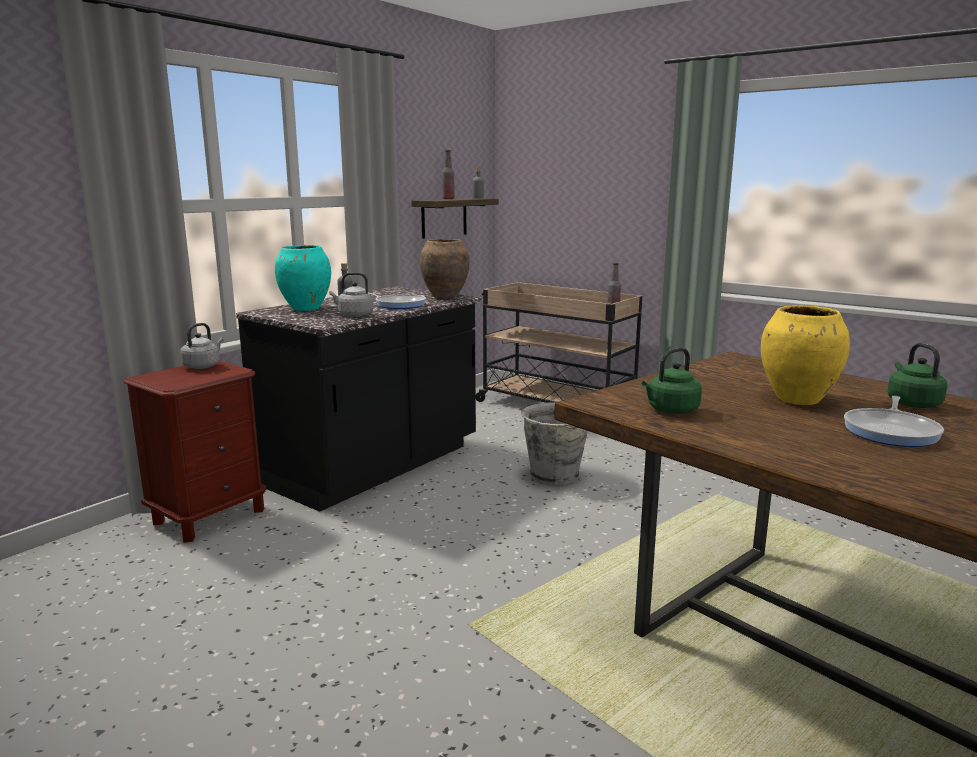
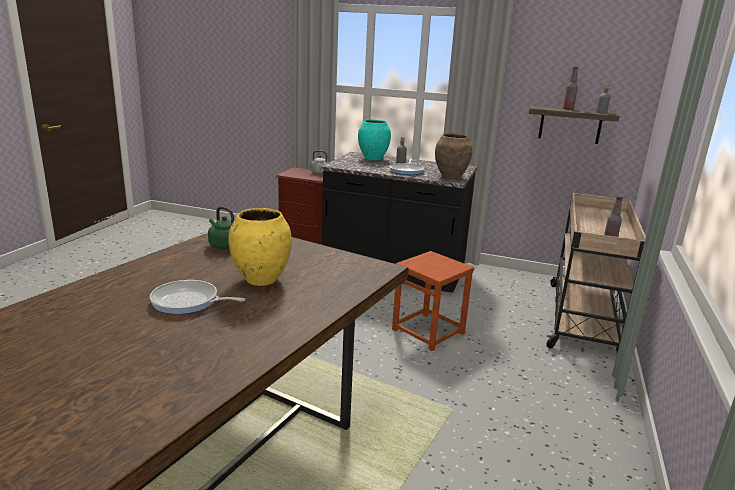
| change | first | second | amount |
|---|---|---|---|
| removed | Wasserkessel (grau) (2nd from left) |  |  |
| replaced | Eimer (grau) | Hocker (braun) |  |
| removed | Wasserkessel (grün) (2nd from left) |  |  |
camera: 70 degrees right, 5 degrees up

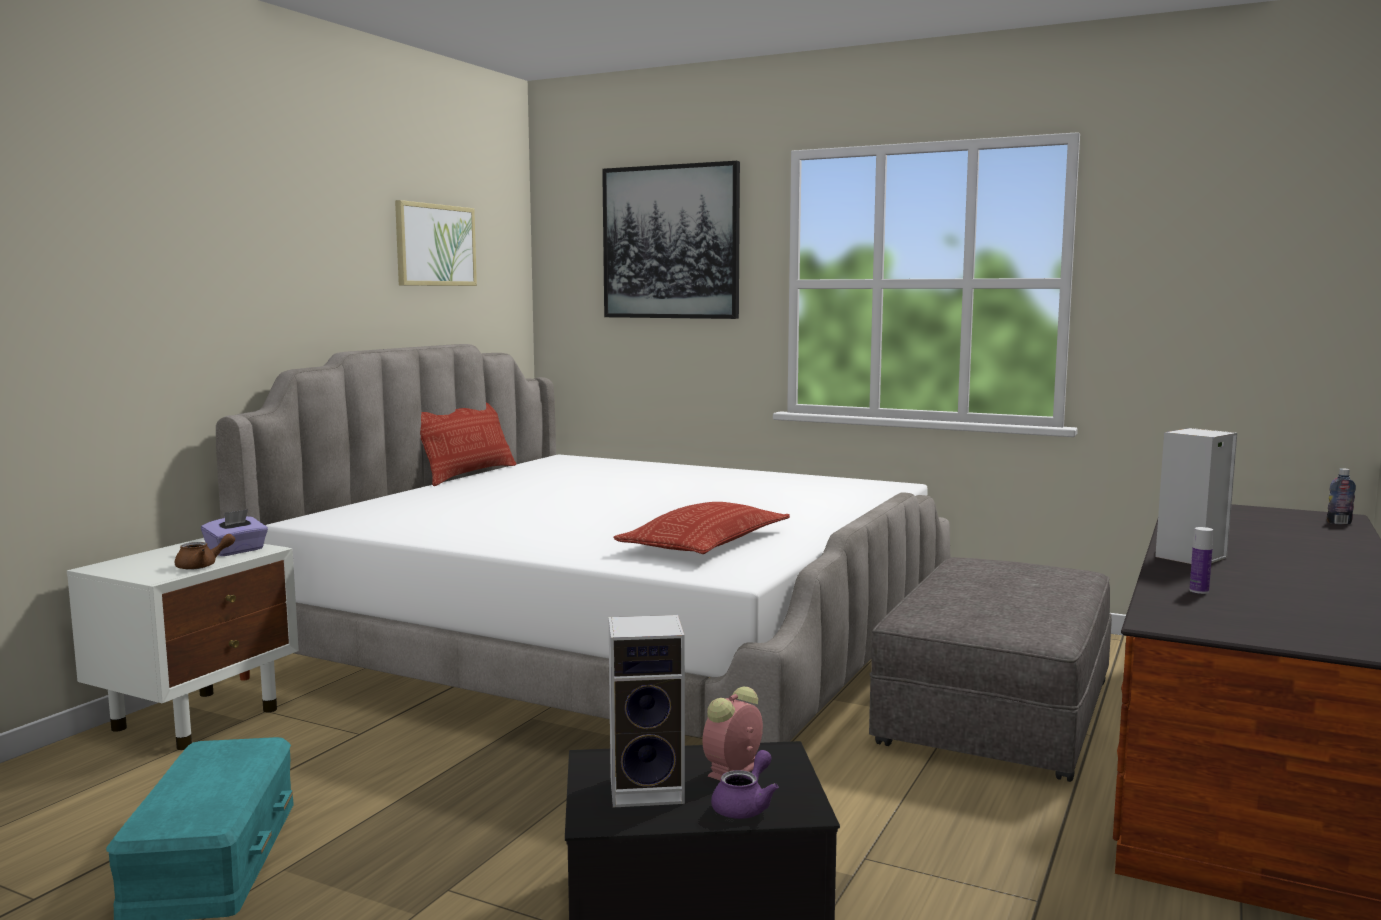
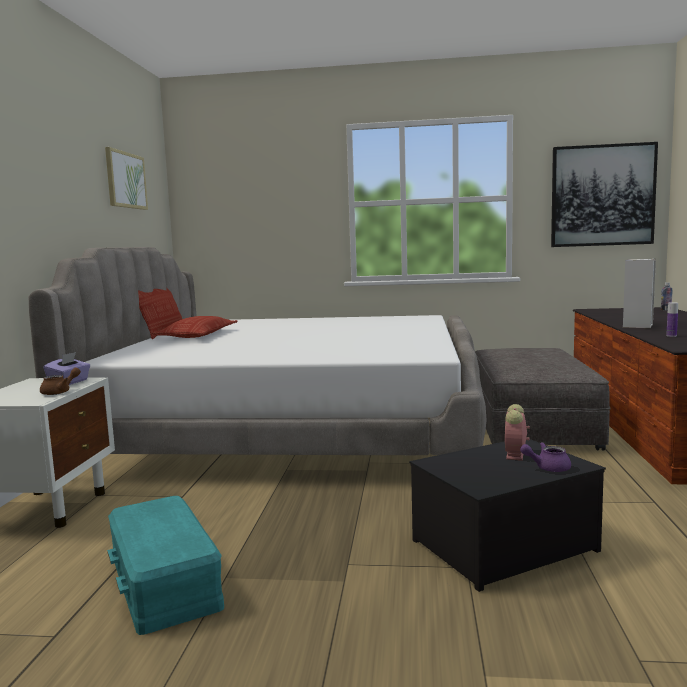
| change | first | second | amount |
|---|---|---|---|
| moved | Bild (2nd from left) |  |  |
| removed | Lautsprecher (1st from left) |  |  |
| moved | Kissen (2nd from left) |  |  |
| turned | Teekanne (lila) |  | 105 degrees counterclockwise |
camera: 20 degrees left, 0 degrees up

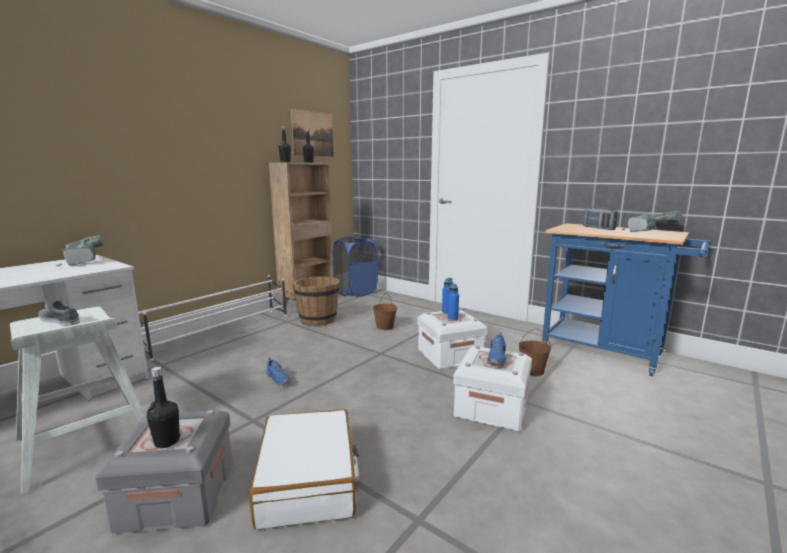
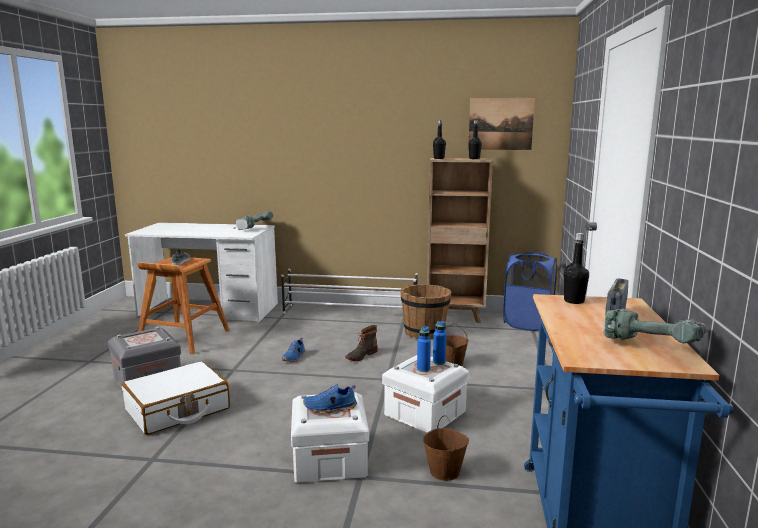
| change | first | second | amount |
|---|---|---|---|
| recoloured | Hocker (weiß) | Hocker (braun) |  |
| moved | Flasche (schwarz) (1st from left in the first image) | Flasche (schwarz) (3rd from left) |  |
| added |  | Stiefel |  |
camera: 60 degrees right, 0 degrees up

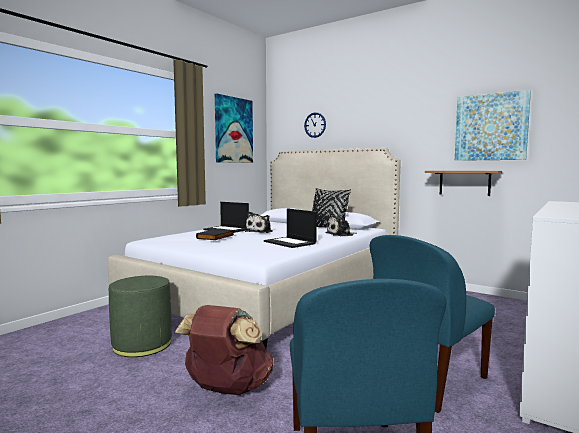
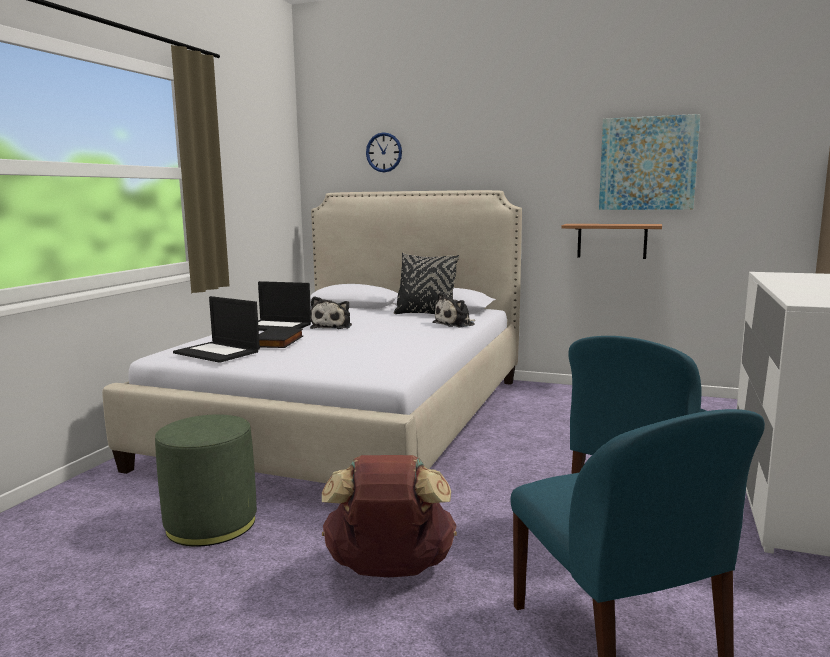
| change | first | second | amount |
|---|---|---|---|
| removed | Bild (1st from left) |  |  |
| moved | Laptop (2nd from left in the first image) | Laptop (1st from left) |  |
camera: 15 degrees left, 5 degrees up

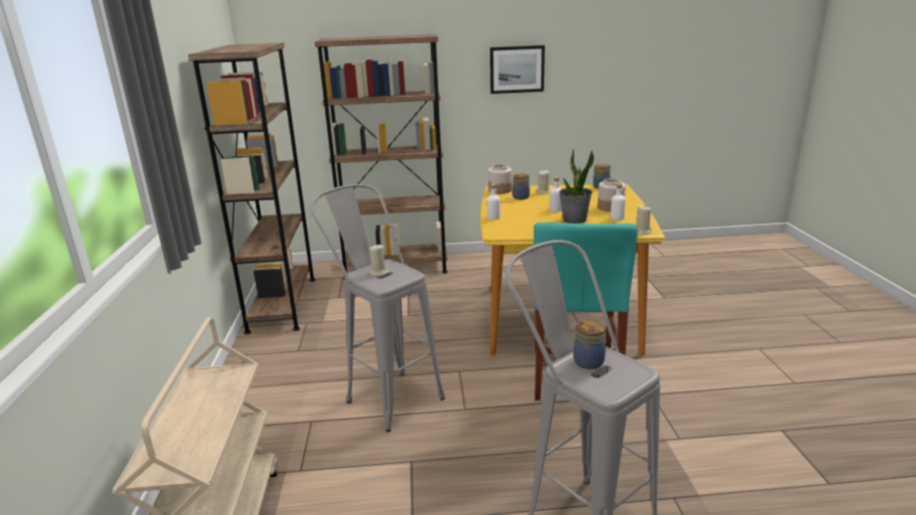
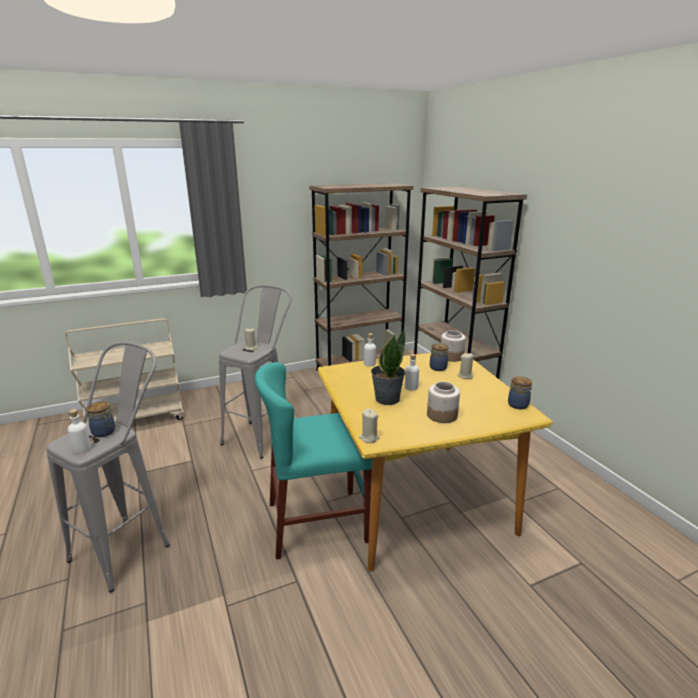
| change | first | second | amount |
|---|---|---|---|
| removed | Bild |  |  |
| moved | Flasche (weiß) (3rd from left in the first image) | Flasche (weiß) (1st from left) |  |
camera: 70 degrees right, 0 degrees up

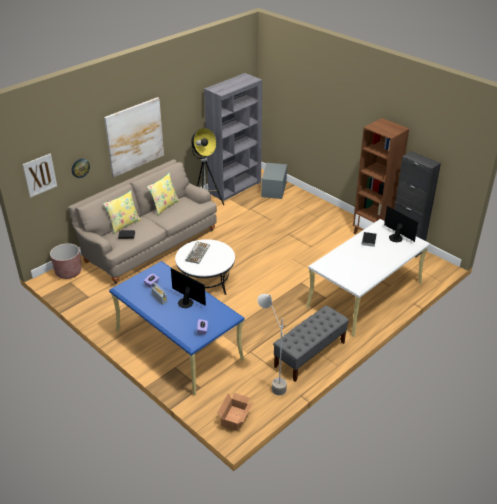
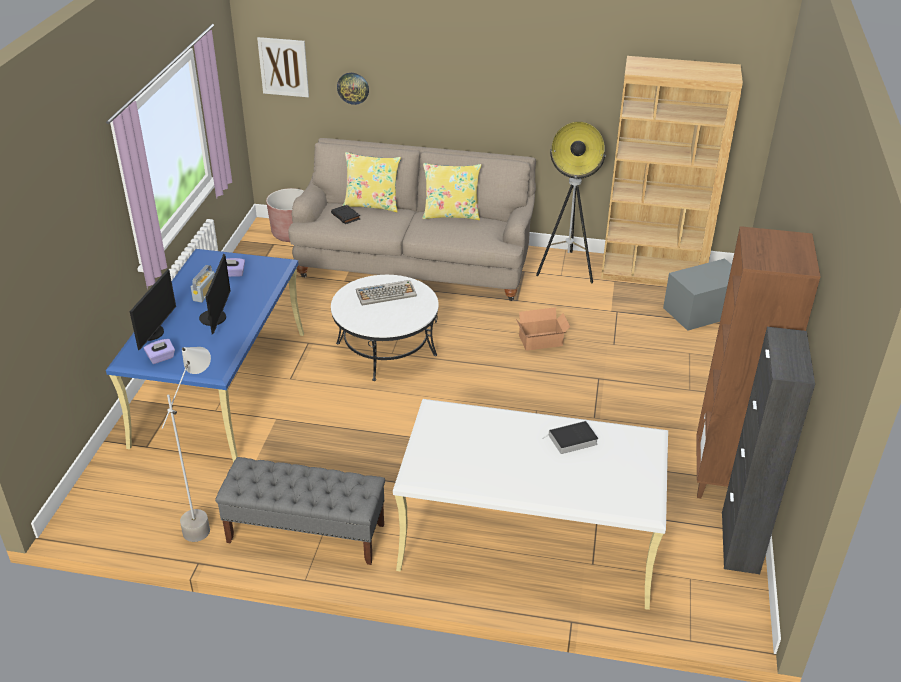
| change | first | second | amount |
|---|---|---|---|
| removed | Bild (2nd from left) |  |  |
| recoloured | Bücherregal (grau) | Bücherregal (braun) (1st from left) |  |
| moved | Karton |  |  |
| moved | Monitor (2nd from left in the first image) | Monitor (1st from left) |  |
camera: 55 degrees right, 0 degrees up

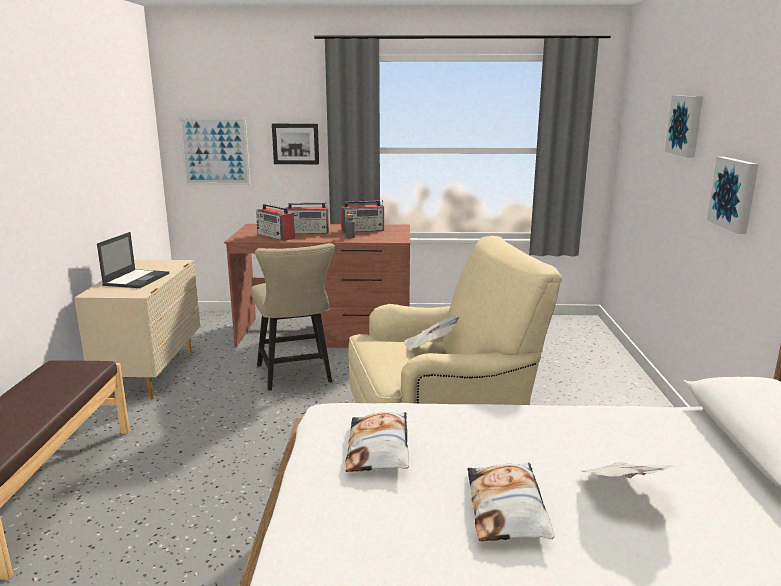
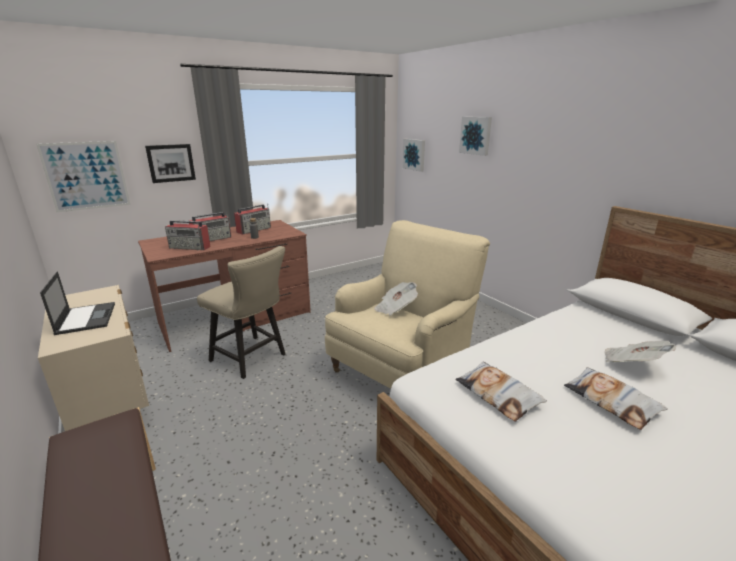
| change | first | second | amount |
|---|---|---|---|
| moved | Bild (4th from left in the first image) | Bild (3rd from left) |  |
camera: 35 degrees left, 5 degrees up

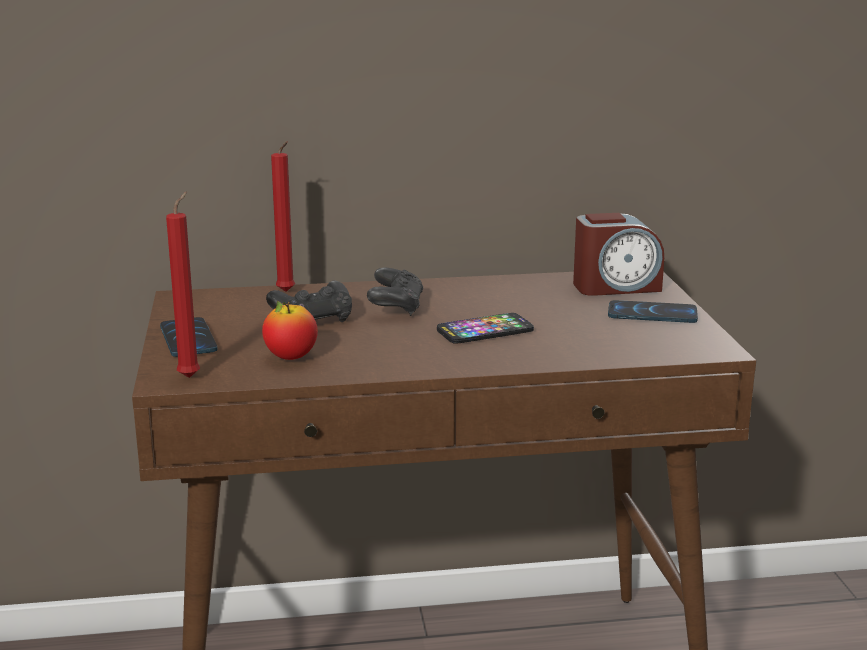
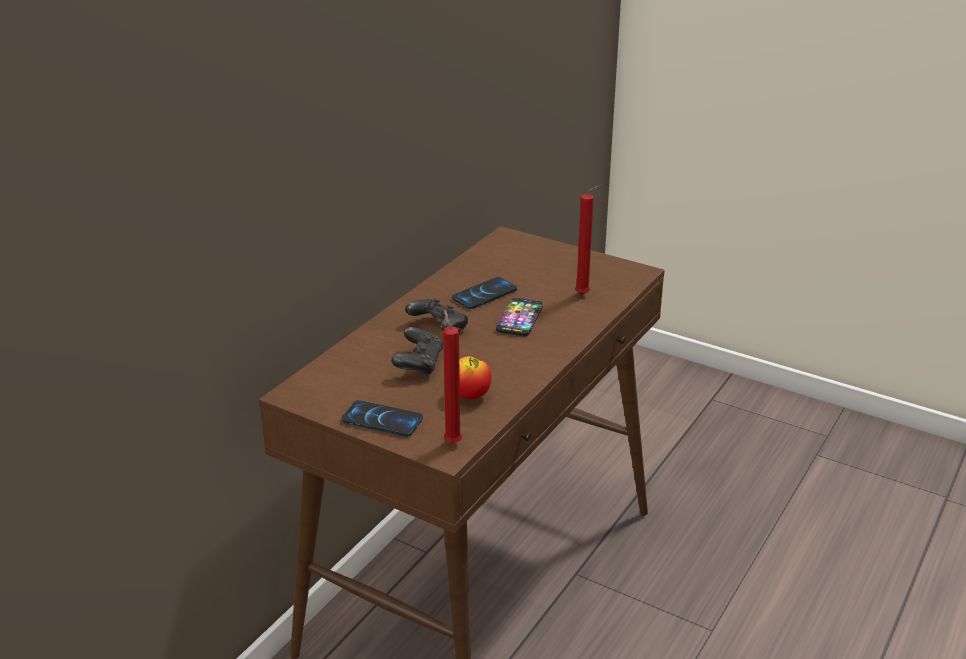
| change | first | second | amount |
|---|---|---|---|
| moved | Kerze (rot) (2nd from left) |  |  |
| removed | Wecker |  |  |
| moved | Handy (3rd from left in the first image) | Handy (2nd from left) |  |
camera: 50 degrees left, 10 degrees up

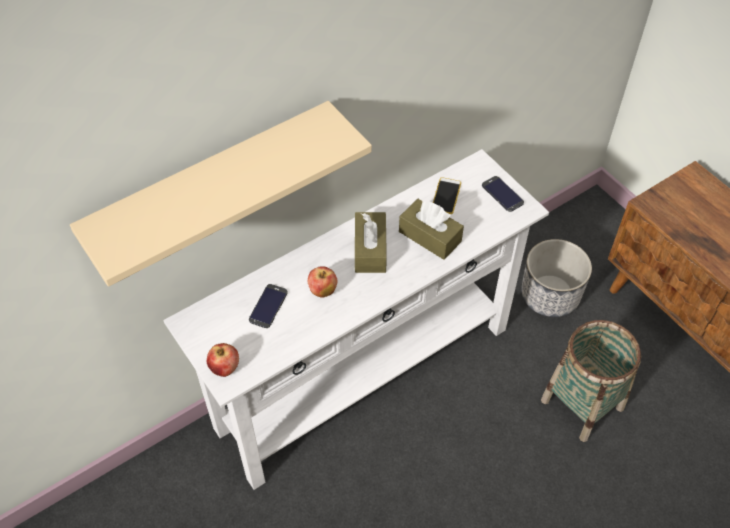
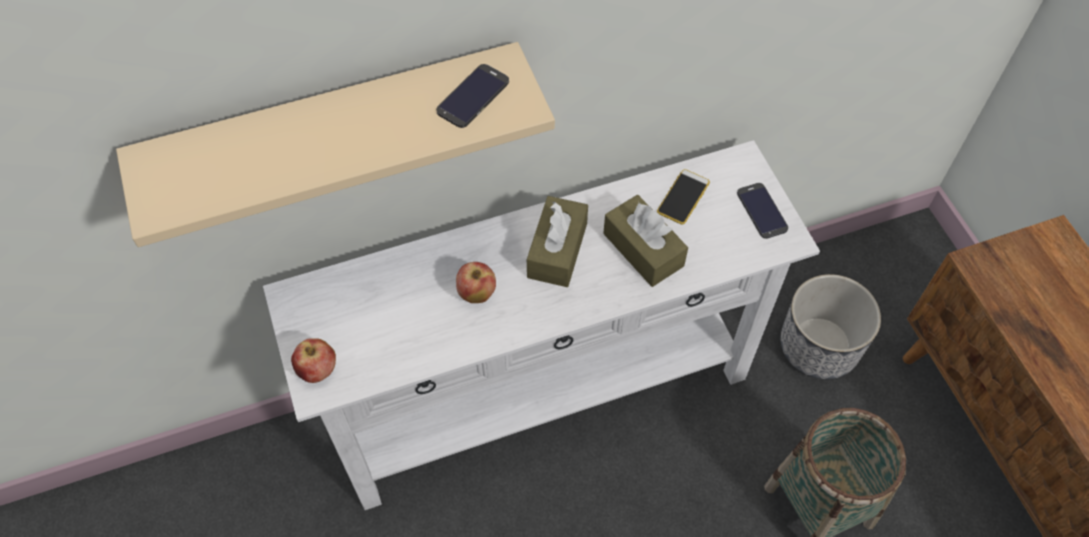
| change | first | second | amount |
|---|---|---|---|
| moved | Handy (1st from left) |  |  |
camera: 15 degrees right, 5 degrees up

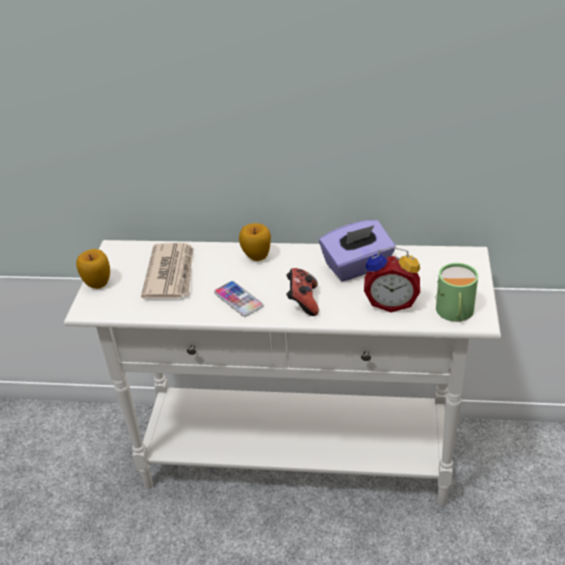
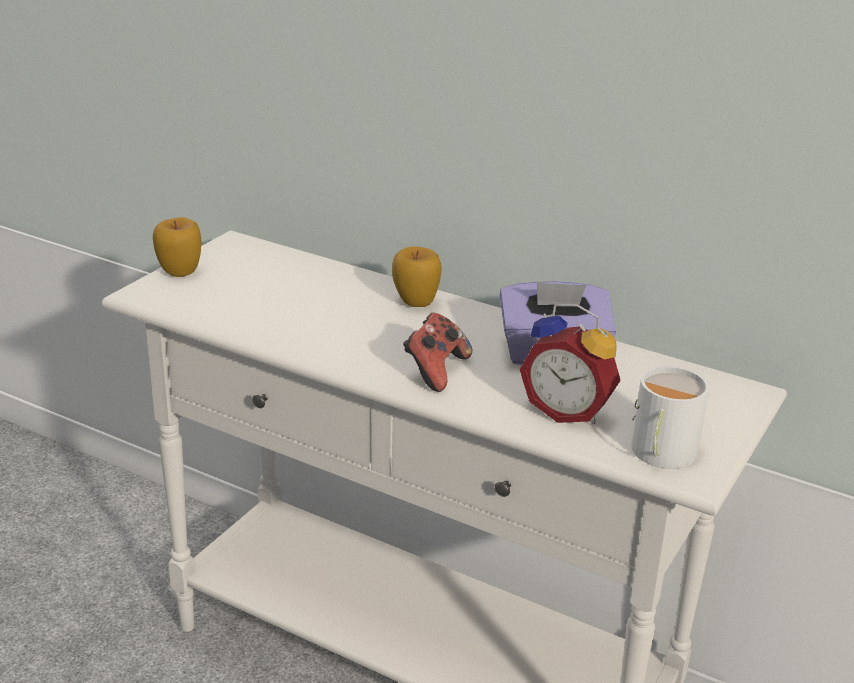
| change | first | second | amount |
|---|---|---|---|
| removed | Zeitung |  |  |
| removed | Handy |  |  |
| recoloured | Henkelbecher (grün) | Henkelbecher (weiß) |  |
camera: 20 degrees right, 10 degrees down

